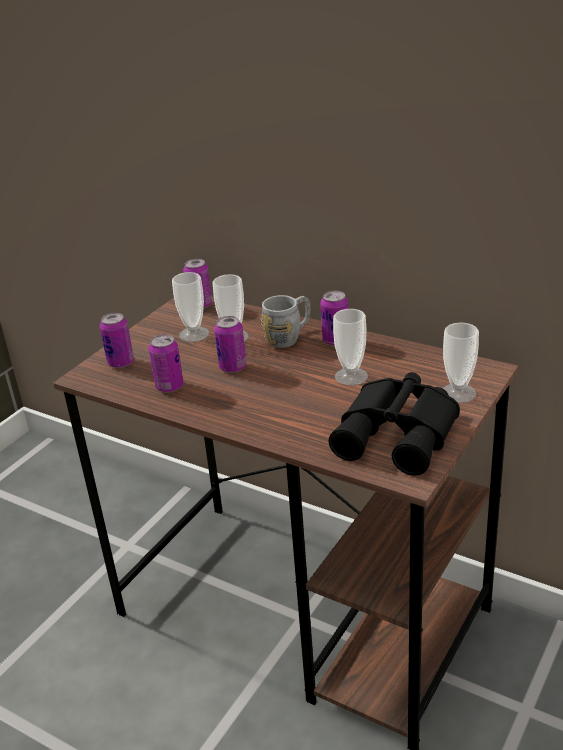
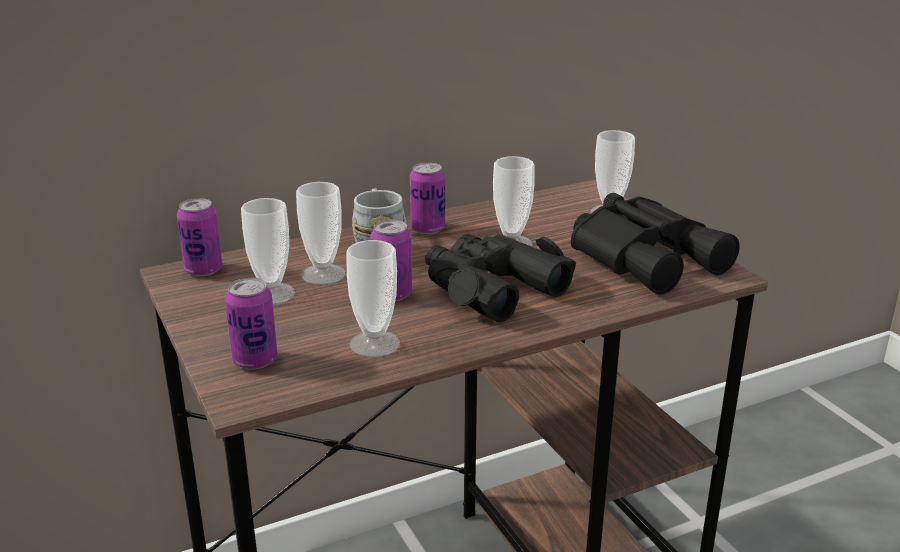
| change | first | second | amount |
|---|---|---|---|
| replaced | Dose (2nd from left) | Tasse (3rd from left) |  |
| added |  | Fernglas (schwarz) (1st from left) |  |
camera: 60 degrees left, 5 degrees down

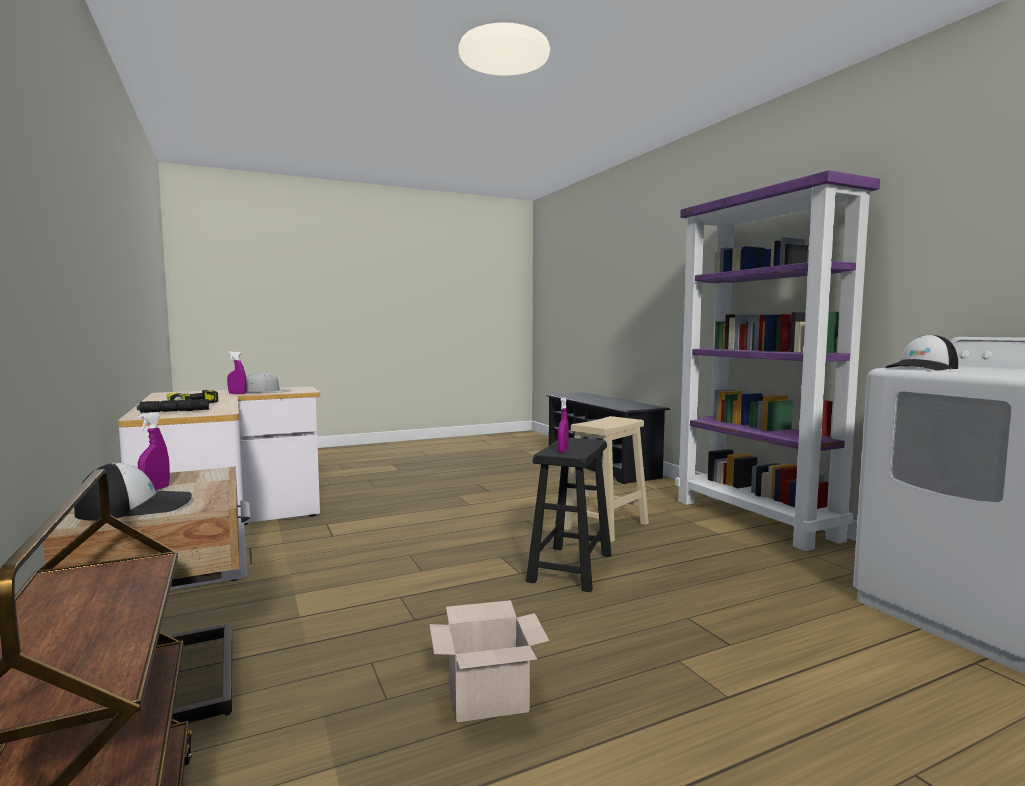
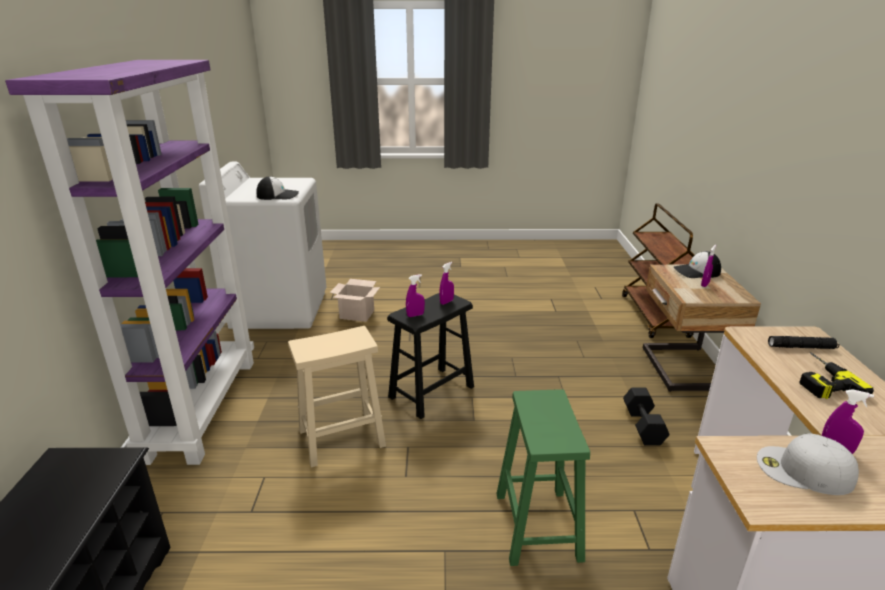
| change | first | second | amount |
|---|---|---|---|
| moved | Karton |  |  |
| added |  | Sprühflasche (lila) (1st from left) |  |
| added |  | Hocker (grün) |  |
| added |  | Hantel (schwarz) |  |
camera: 155 degrees left, 20 degrees up

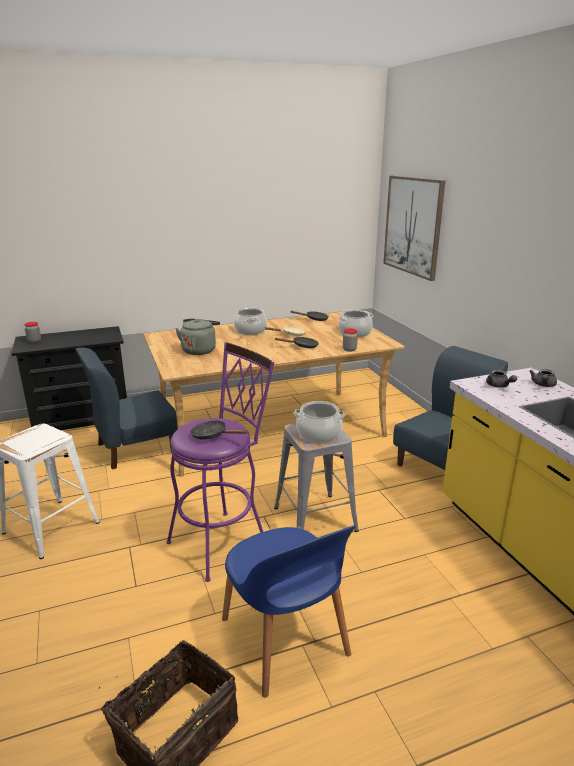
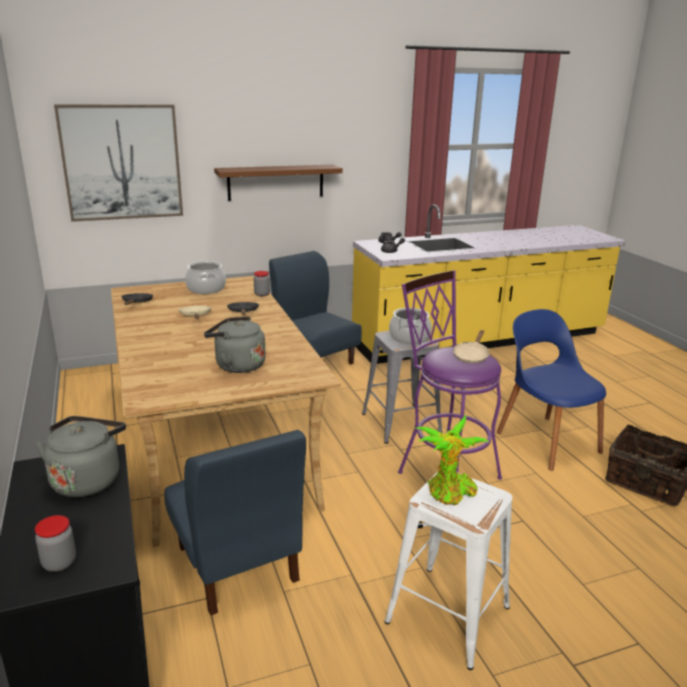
| change | first | second | amount |
|---|---|---|---|
| recoloured | Pfanne (schwarz) (1st from left) | Pfanne (beige) (2nd from left) |  |
| turned | Stuhl (blau) (2nd from left in the first image) | Stuhl (blau) (3rd from left) | 90 degrees counterclockwise |
| removed | Kochtopf (1st from left) |  |  |
| added |  | Wasserkessel (grau) (1st from left) |  |
| added |  | Wandregal (braun) |  |
| added |  | Topfpflanze |  |
camera: 90 degrees left, 0 degrees up

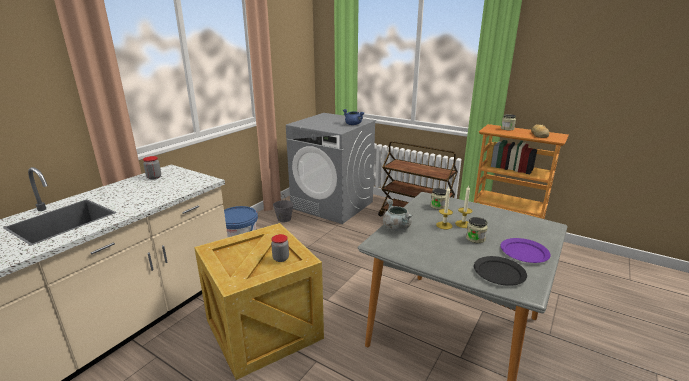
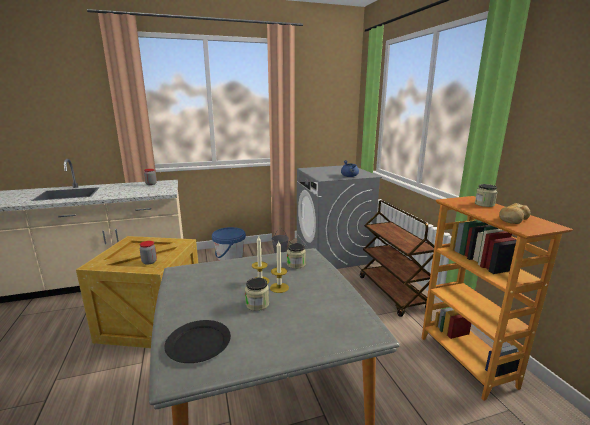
| change | first | second | amount |
|---|---|---|---|
| removed | Kochtopf (grau) |  |  |
| removed | Teller (lila) |  |  |
camera: 40 degrees right, 5 degrees down

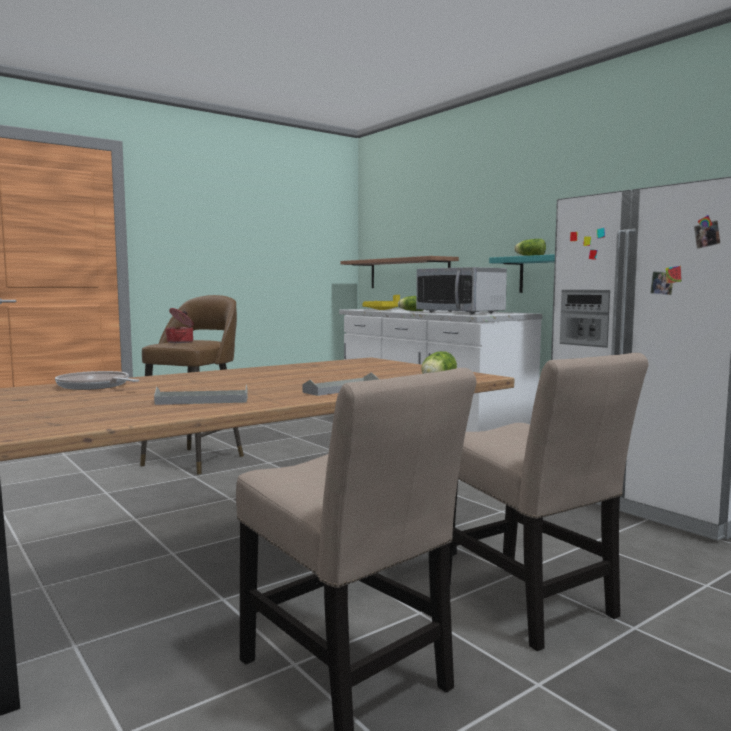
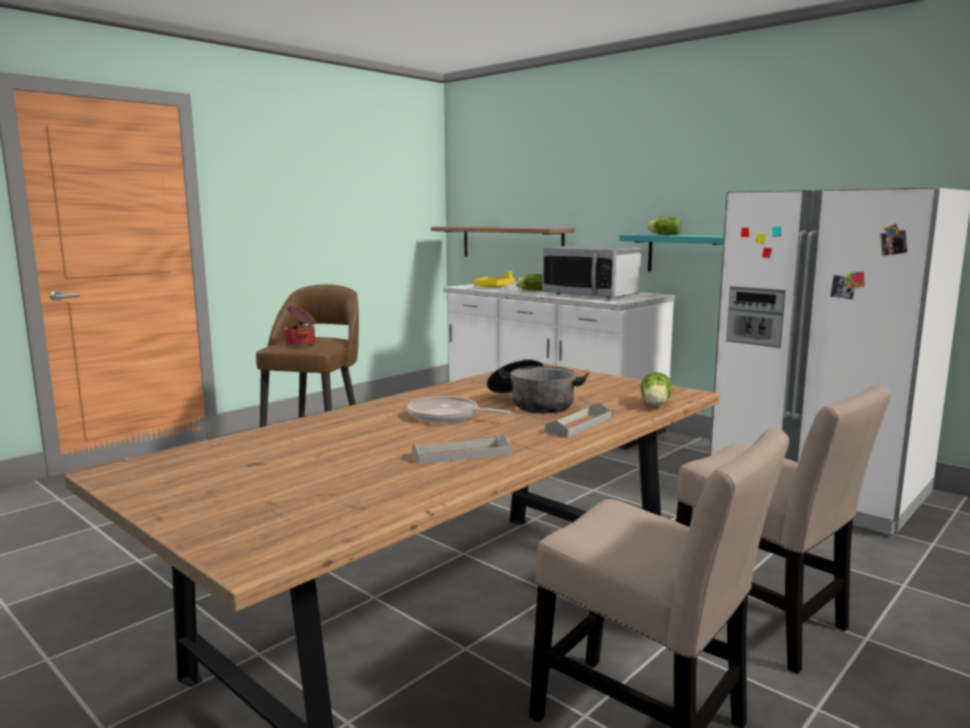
| change | first | second | amount |
|---|---|---|---|
| moved | Pfanne |  |  |
| added |  | Kochtopf (2nd from left) |  |
camera: 10 degrees left, 5 degrees up

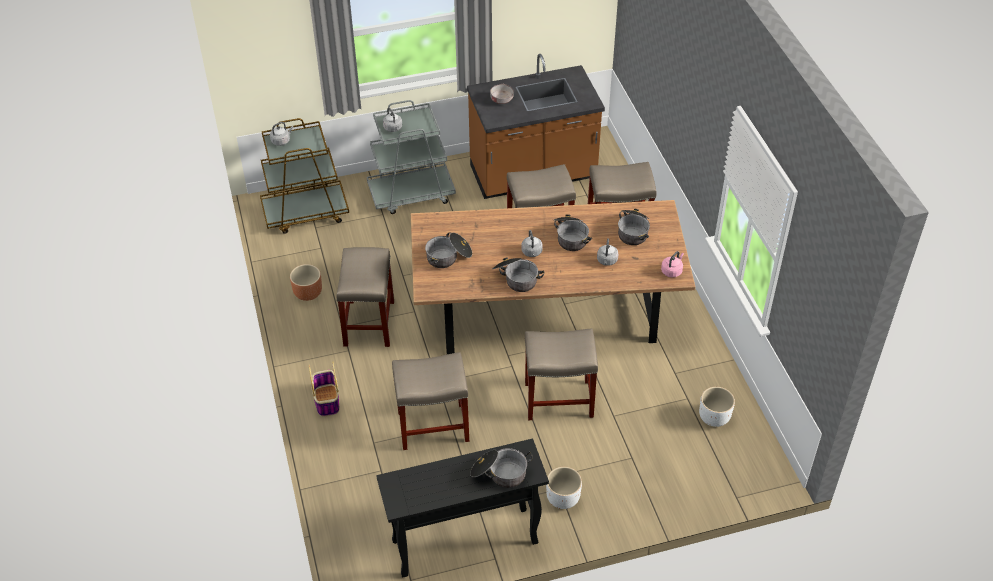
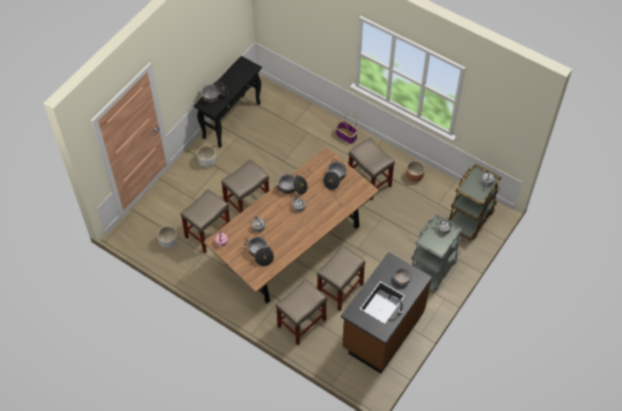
| change | first | second | amount |
|---|---|---|---|
| moved | Hocker (beige) (2nd from left in the first image) | Hocker (beige) (1st from left) |  |
| removed | Kochtopf (4th from left) |  |  |
camera: 140 degrees right, 10 degrees up

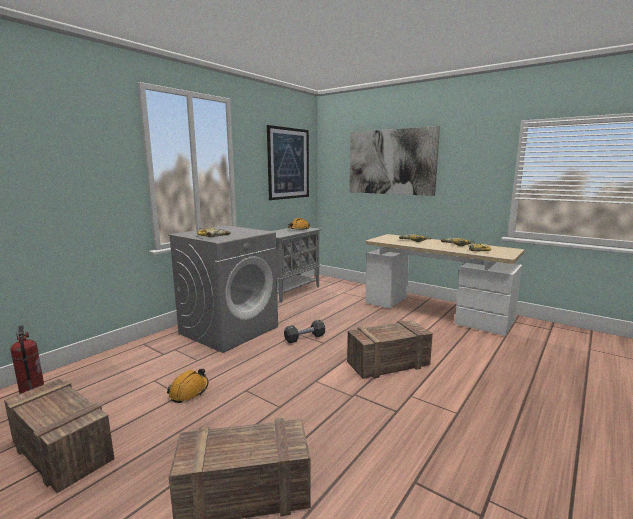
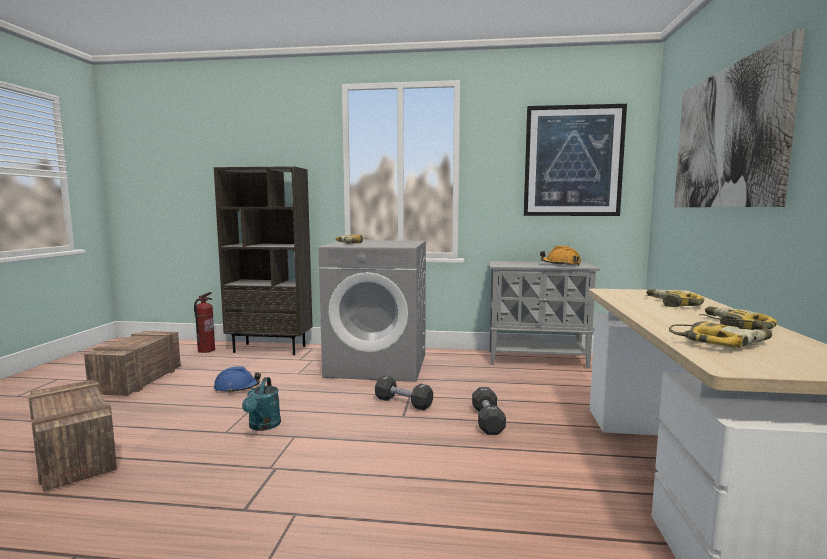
| change | first | second | amount |
|---|---|---|---|
| recoloured | Schutzhelm (orange) (1st from left) | Schutzhelm (blau) |  |
| removed | Kiste (3rd from left) |  |  |
| added |  | Bücherregal (braun) |  |
| added |  | Gießkanne (türkis) |  |
| added |  | Hantel (schwarz) (2nd from left) |  |
camera: 60 degrees right, 5 degrees down

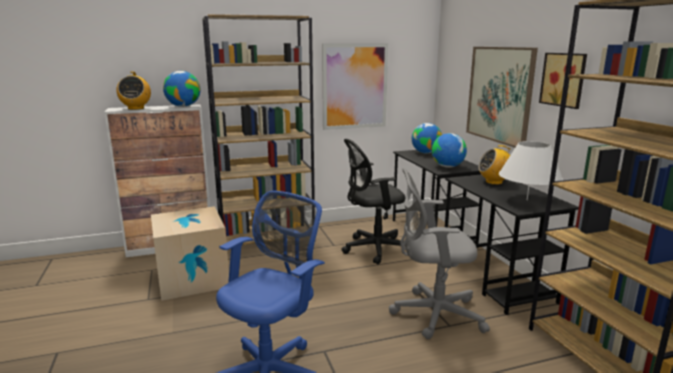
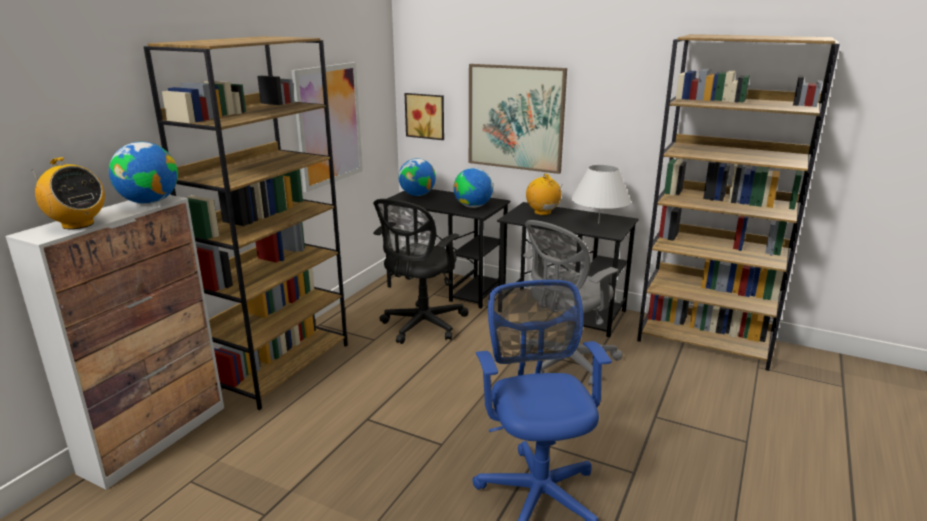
| change | first | second | amount |
|---|---|---|---|
| removed | Karton |  |  |
| turned | Radio (2nd from left) |  | 120 degrees clockwise |
| moved | Bild (3rd from left in the first image) | Bild (2nd from left) |  |
camera: 45 degrees left, 5 degrees up

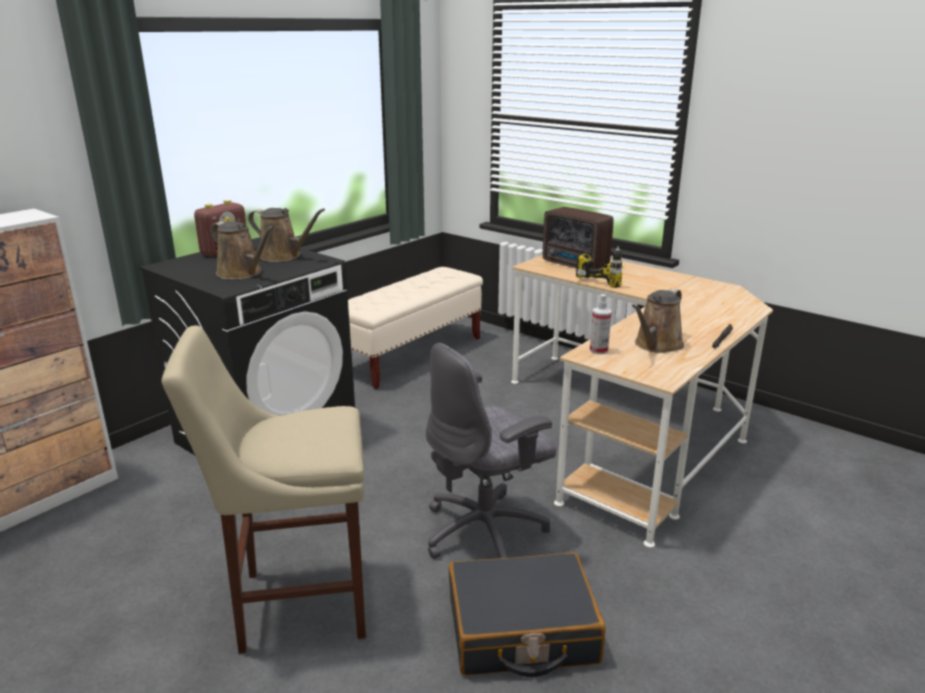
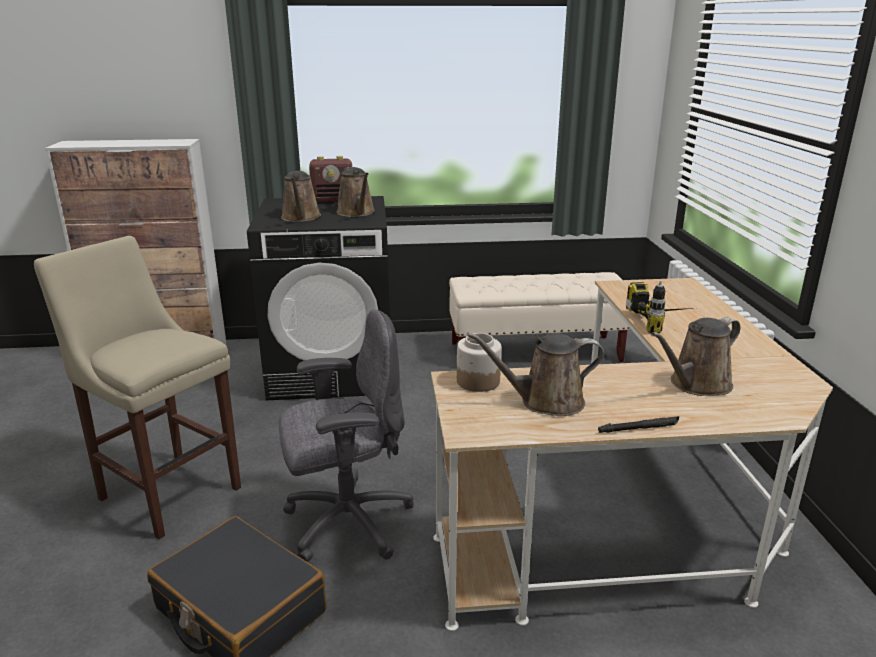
| change | first | second | amount |
|---|---|---|---|
| turned | Bürostuhl (grau) |  | 150 degrees clockwise |
| removed | Radio (2nd from left) |  |  |
| replaced | Sprühflasche | Vorratsglas |  |
| added |  | Gießkanne (braun) (4th from left) |  |
camera: 45 degrees right, 0 degrees up

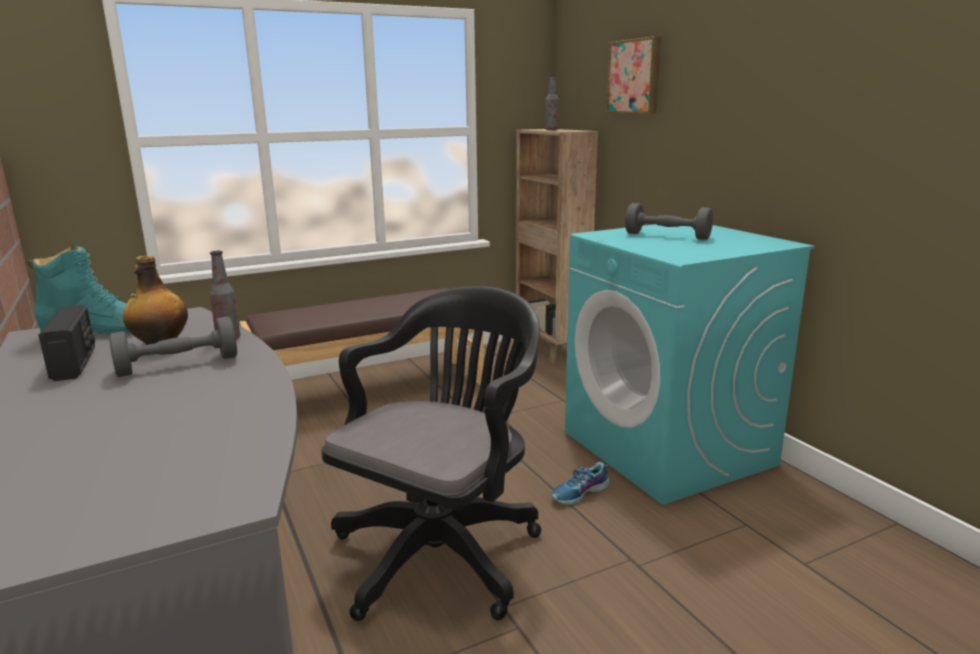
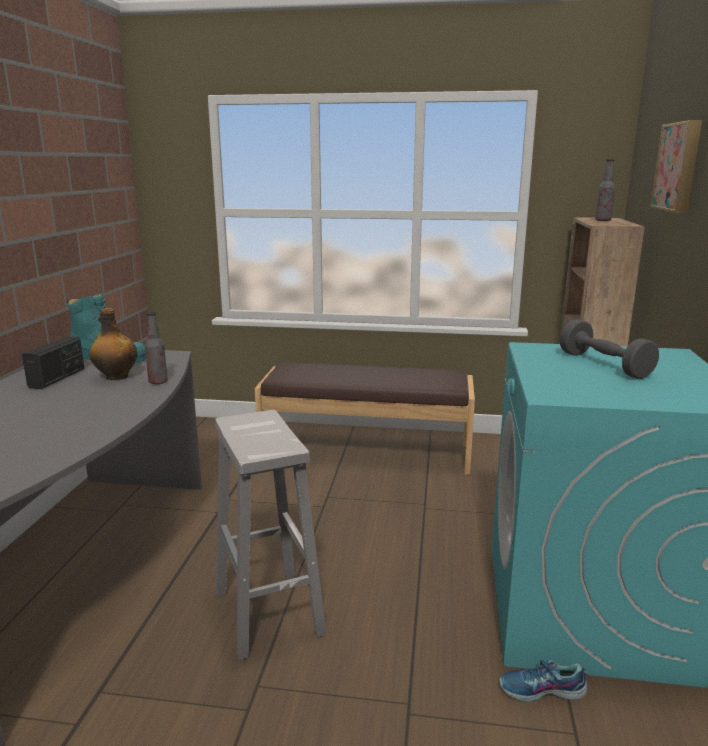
| change | first | second | amount |
|---|---|---|---|
| removed | Hantel (grau) (1st from left) |  |  |
| replaced | Bürostuhl (schwarz) | Hocker (weiß) |  |
| moved | Schuh |  |  |
camera: 35 degrees right, 0 degrees up

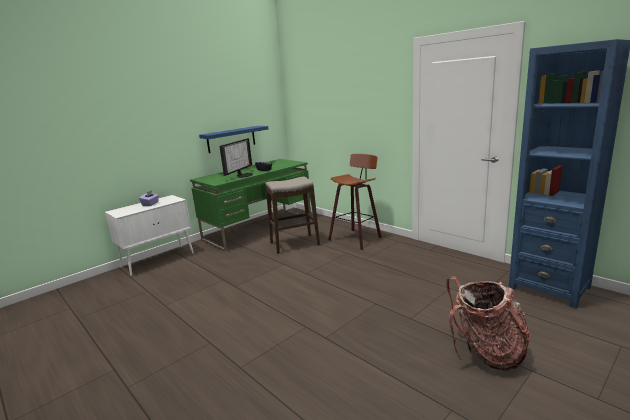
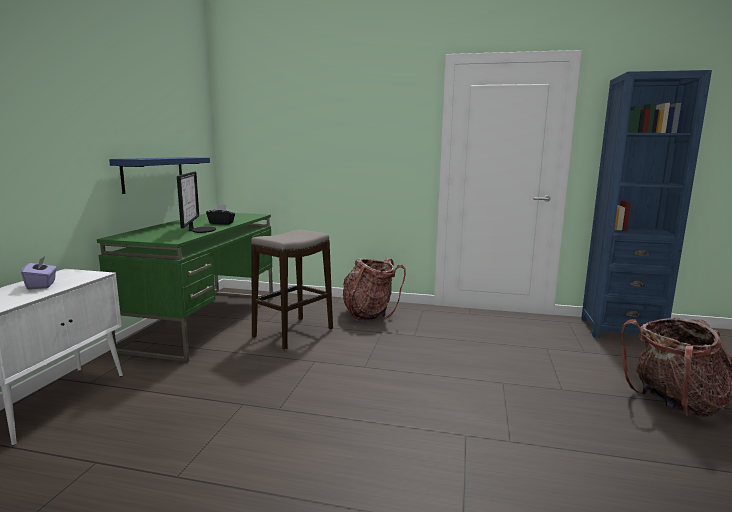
| change | first | second | amount |
|---|---|---|---|
| replaced | Hocker (2nd from left) | Rucksack (1st from left) |  |
camera: 35 degrees left, 5 degrees down

